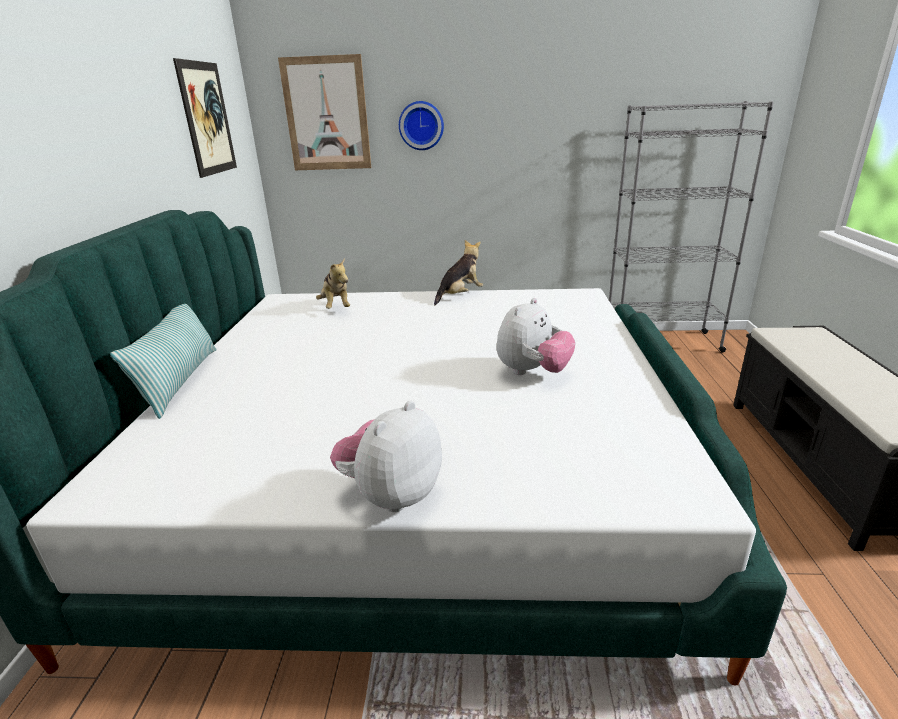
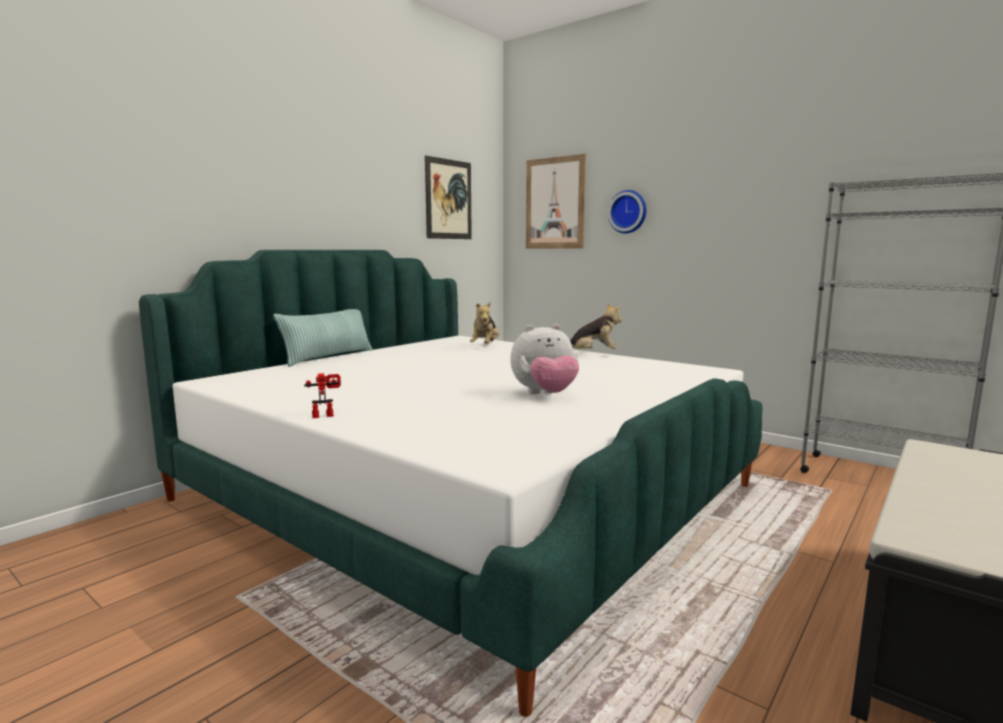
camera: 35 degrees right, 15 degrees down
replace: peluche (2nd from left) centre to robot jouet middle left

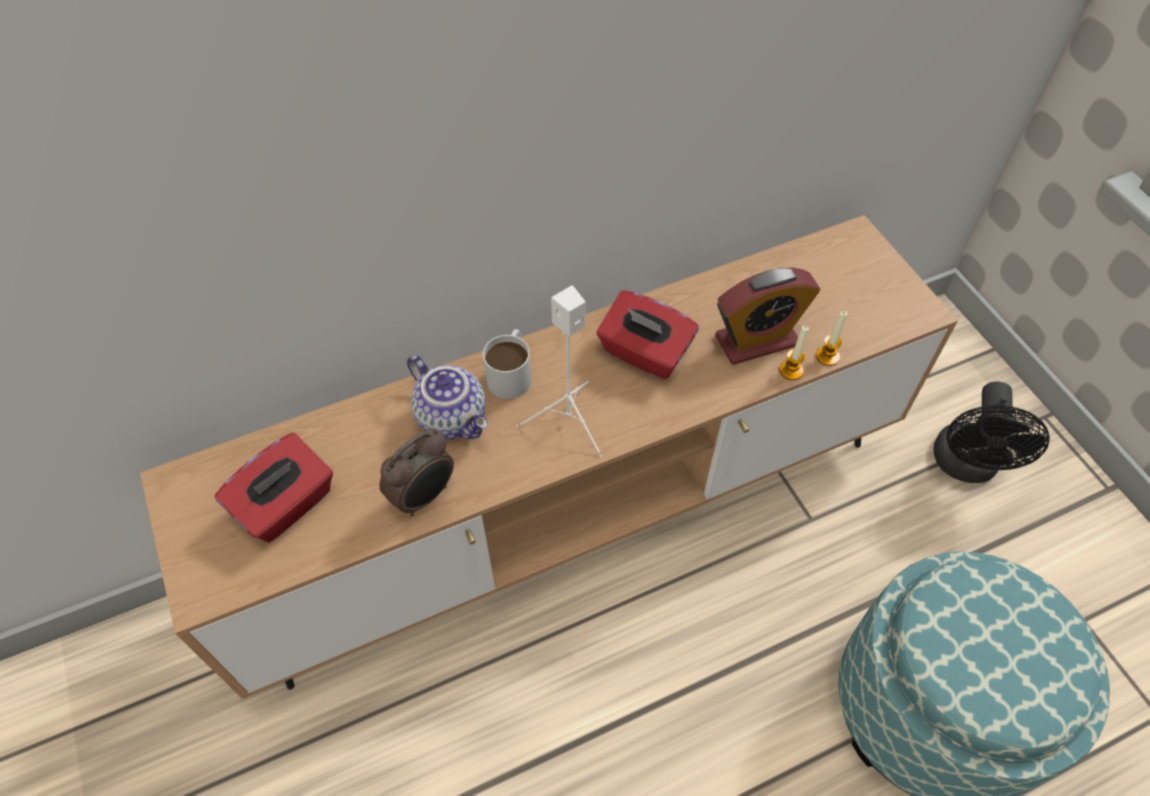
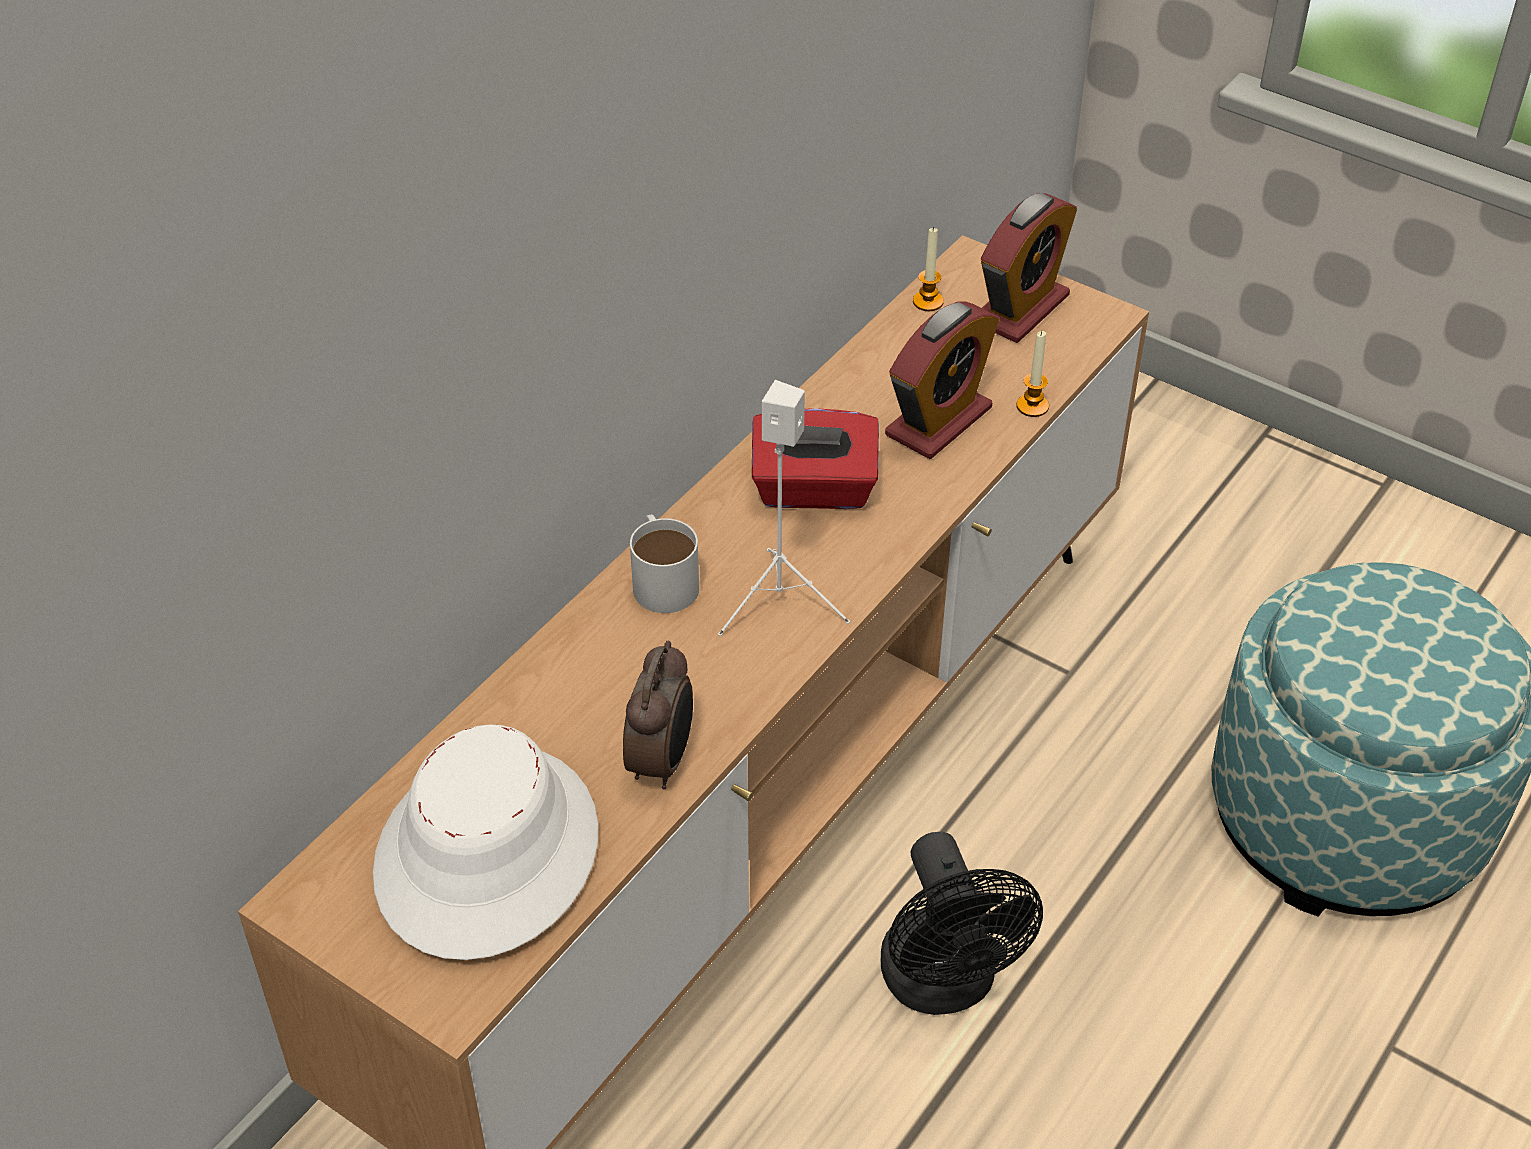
camera: 30 degrees left, 10 degrees down
delete: théière centre
insert: réveil (3rd from left) top right
move: bougie (1st from left) middle right to top centre; ventilateur/noir middle right to bottom centre
replace: boîte à mouchoirs/rouge (1st from left) middle left to chapeau/blanc bottom left

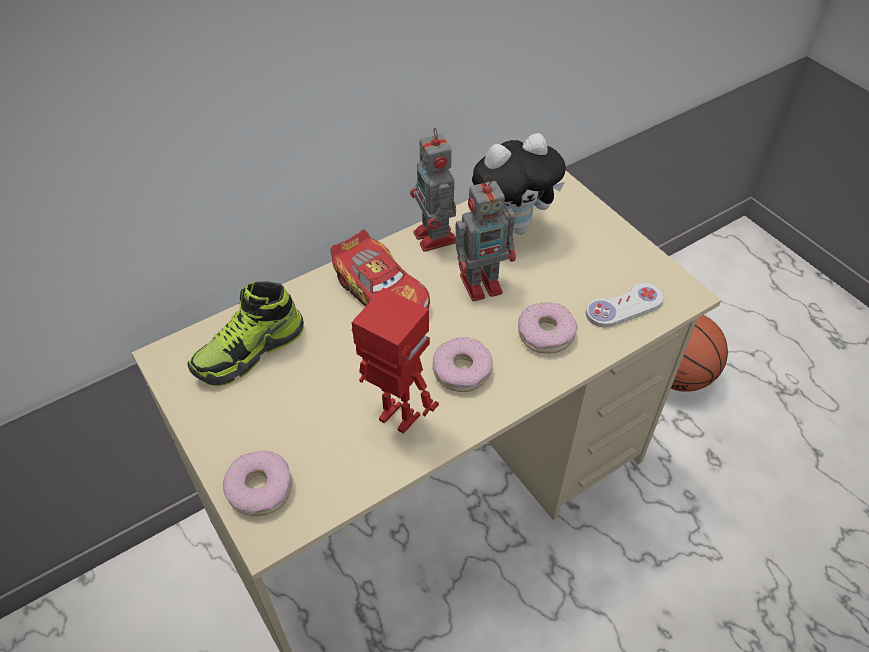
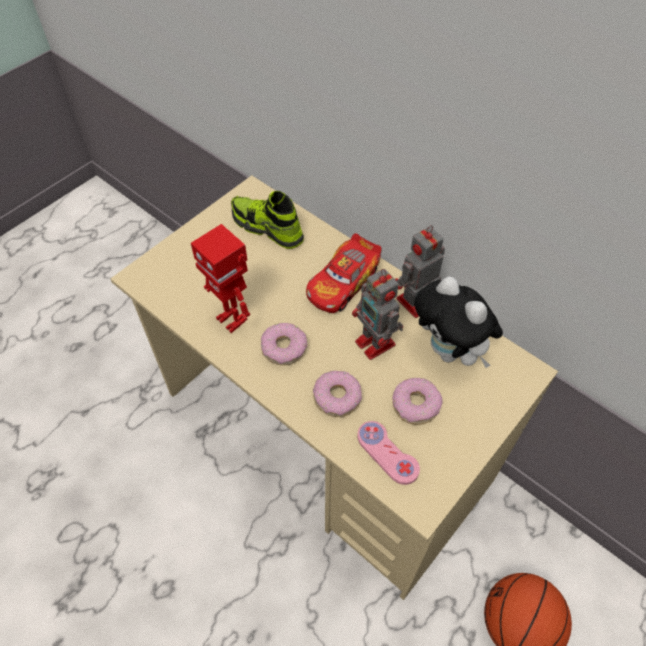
camera: 75 degrees right, 5 degrees up
move: beignet (1st from left in the first image) bottom left to beignet (3rd from left) centre
recolor: manette/blanc middle right to manette/rose bottom centre
rotate: robot jouet (1st from left) centre = centre 120 degrees clockwise

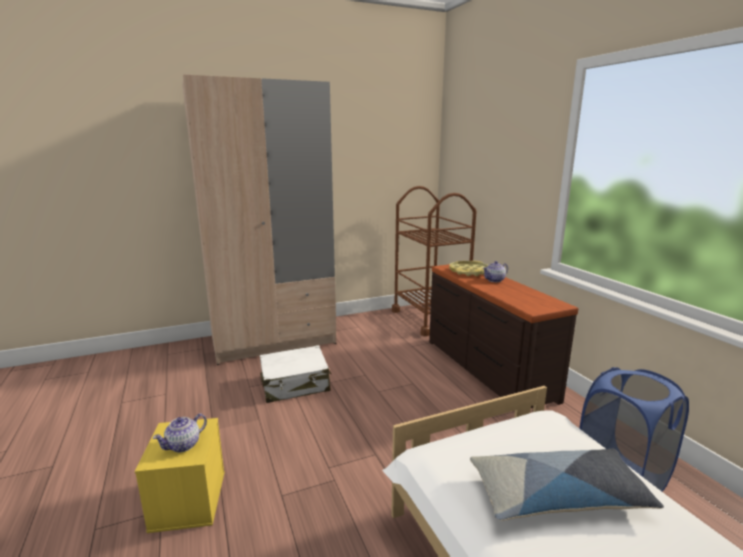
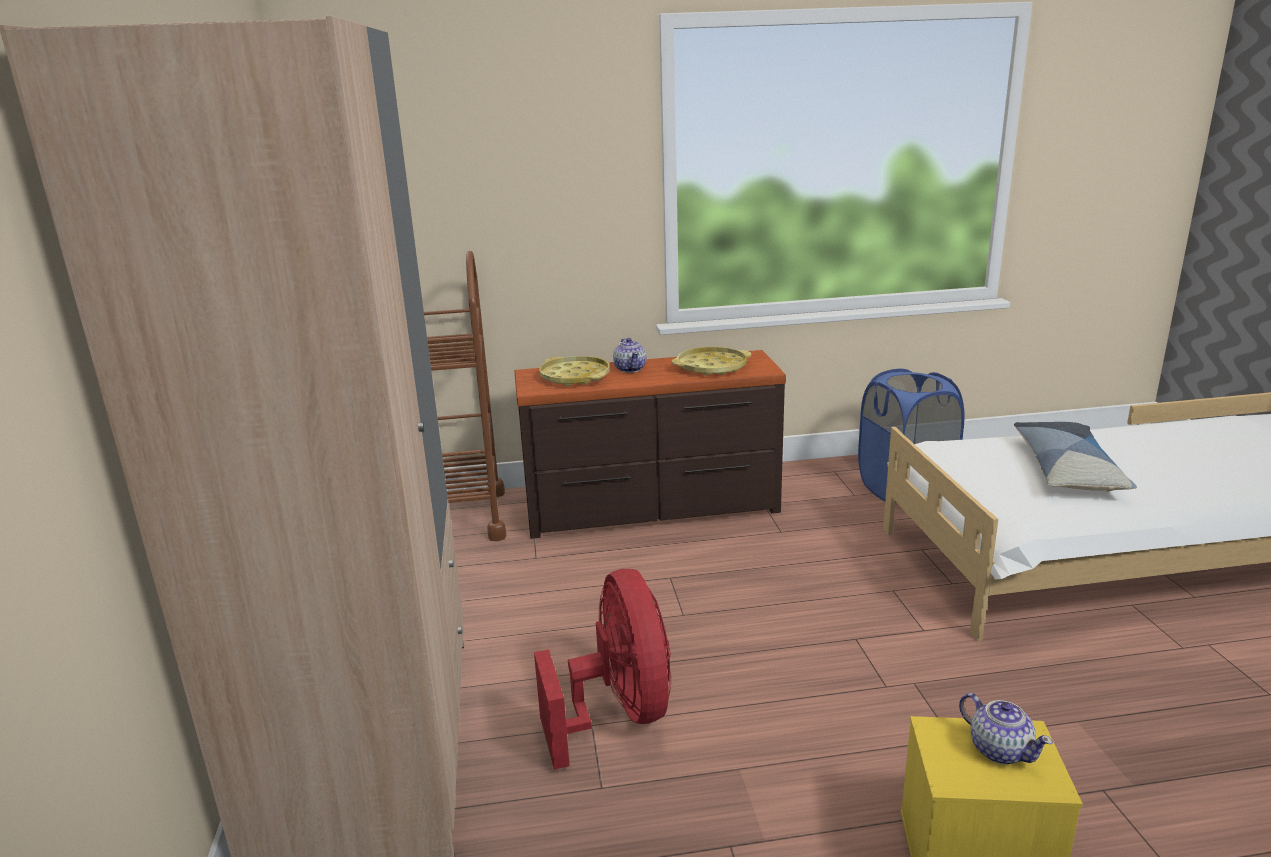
camera: 75 degrees left, 5 degrees up
insert: plateau/jaune (2nd from left) centre
replace: valise/blanc bottom centre to ventilateur/rouge bottom centre

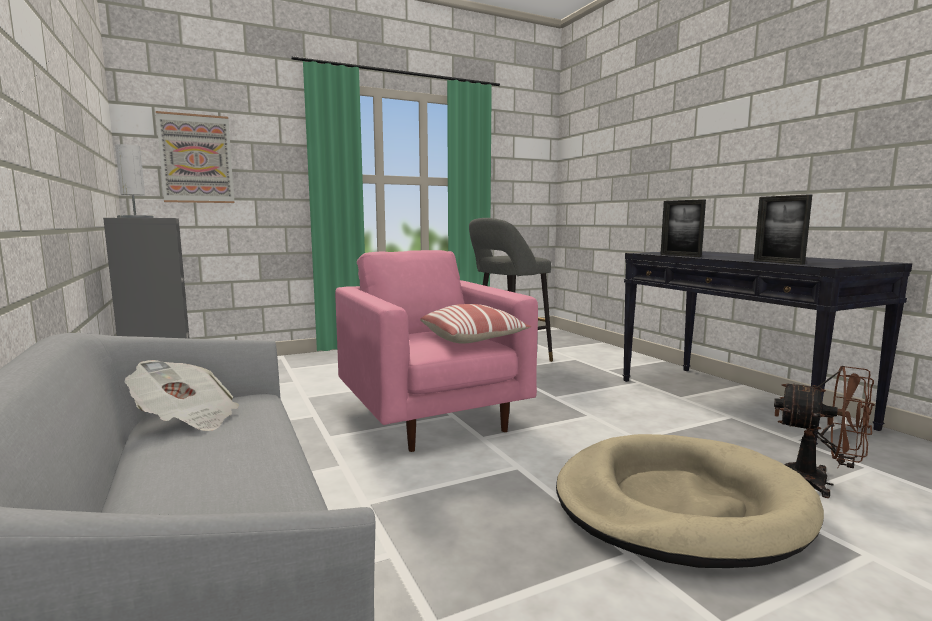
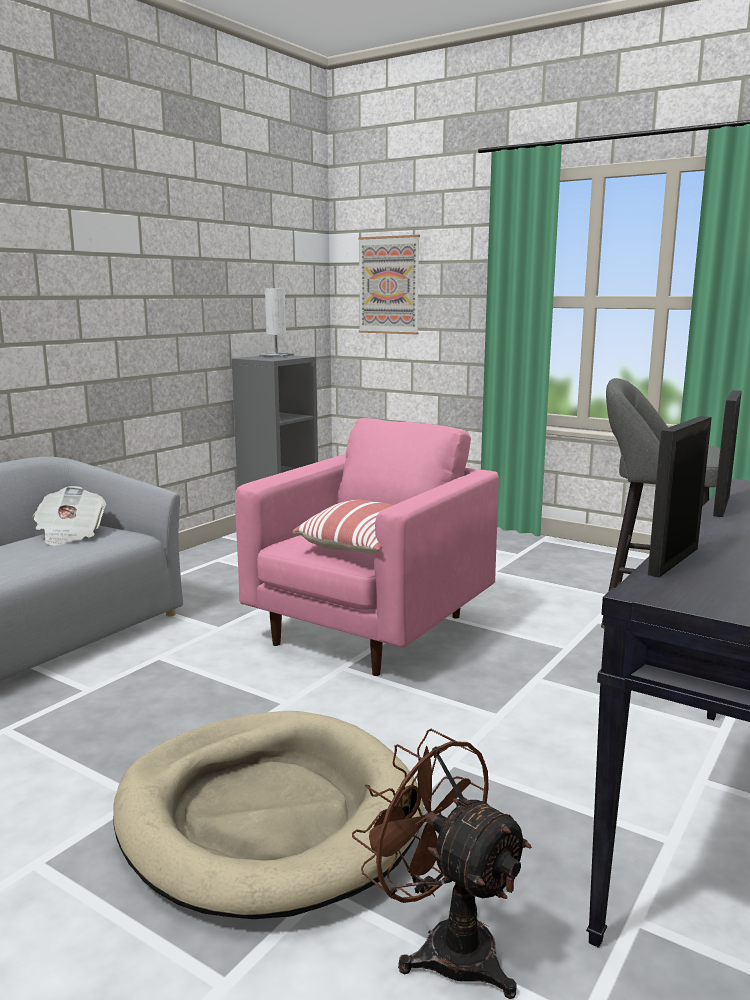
camera: 60 degrees right, 5 degrees up
rotate: ventilateur/marron bottom right = bottom centre 135 degrees clockwise

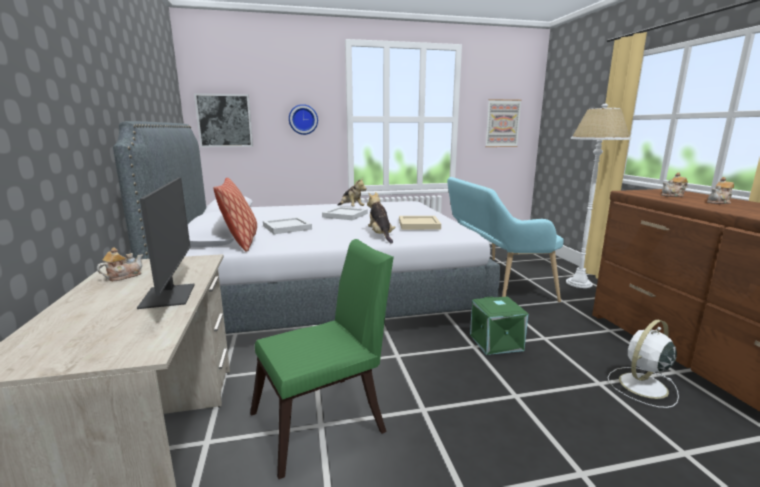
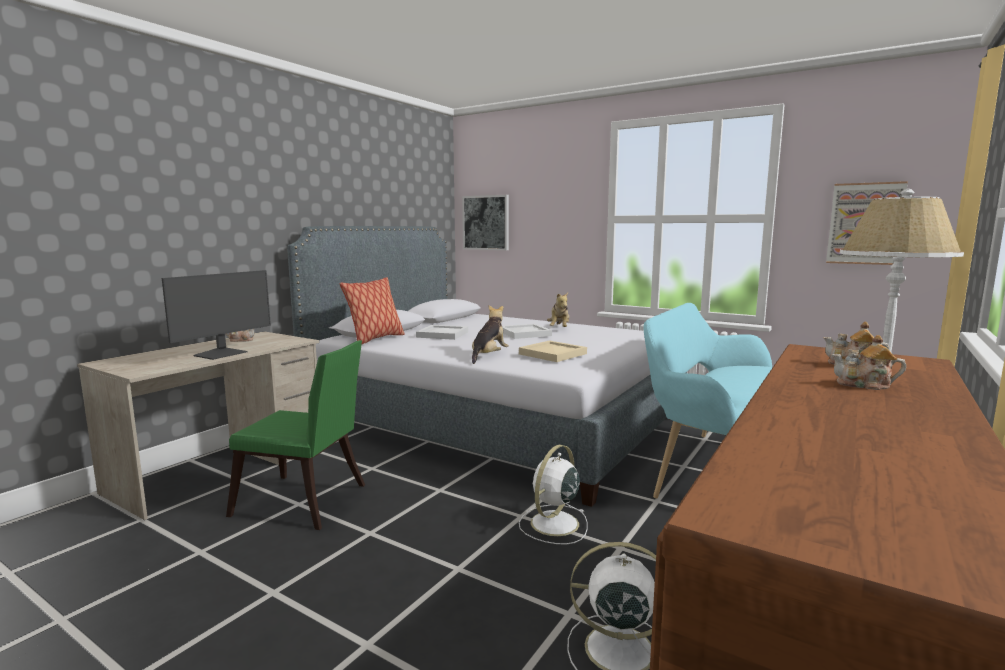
camera: 45 degrees right, 5 degrees down
delete: horloge murale top centre
replace: boîte de rangement/vert bottom centre to ventilateur/blanc (1st from left) bottom centre

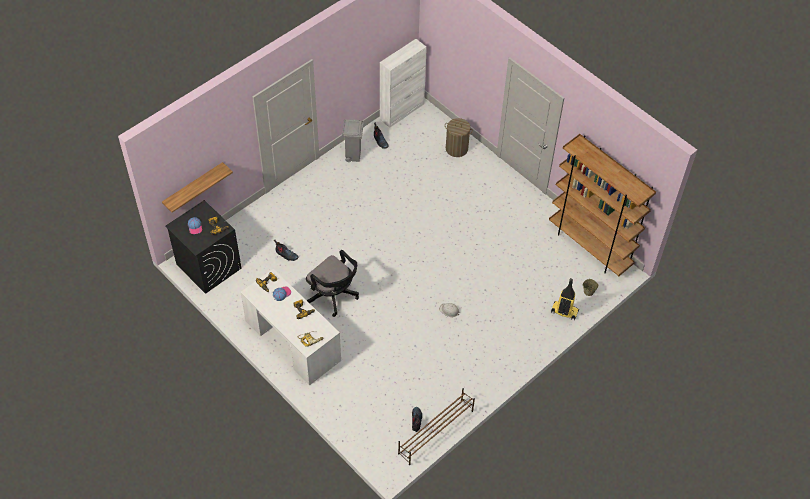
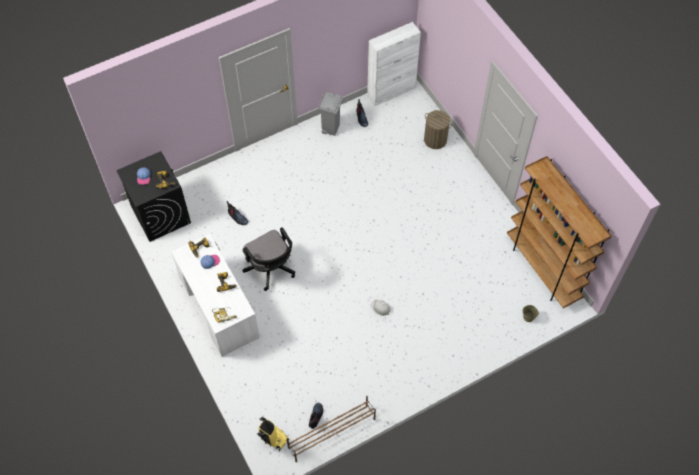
camera: 15 degrees right, 5 degrees up
delete: étagère middle left
move: aspirateur middle right to bottom centre

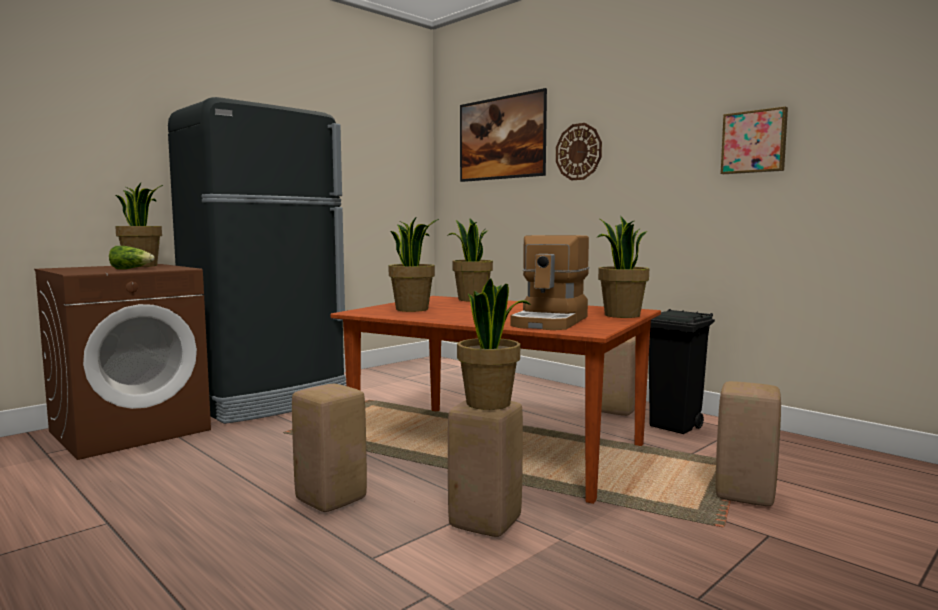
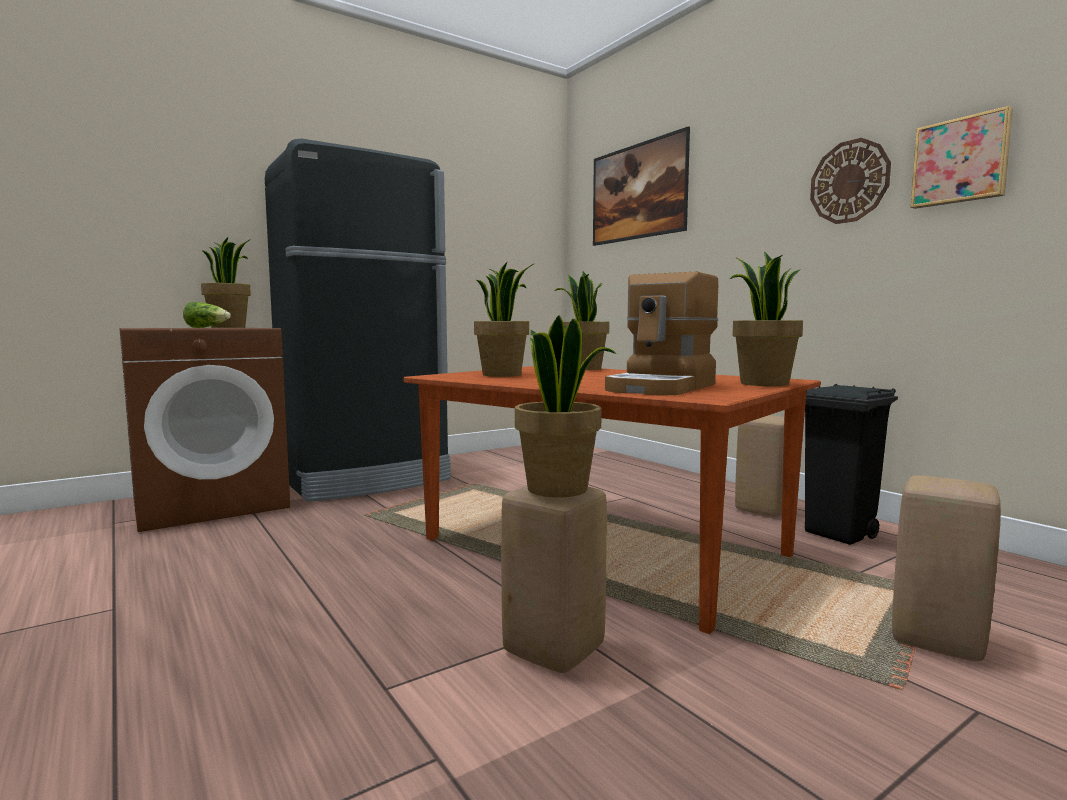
camera: 10 degrees right, 0 degrees up
delete: tabouret/beige (1st from left) bottom centre
move: horloge murale top centre to top right

